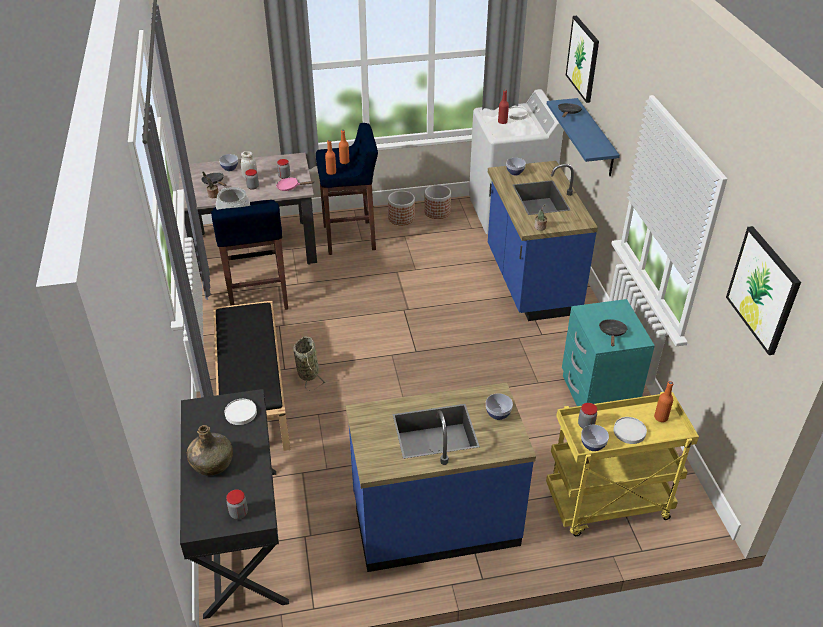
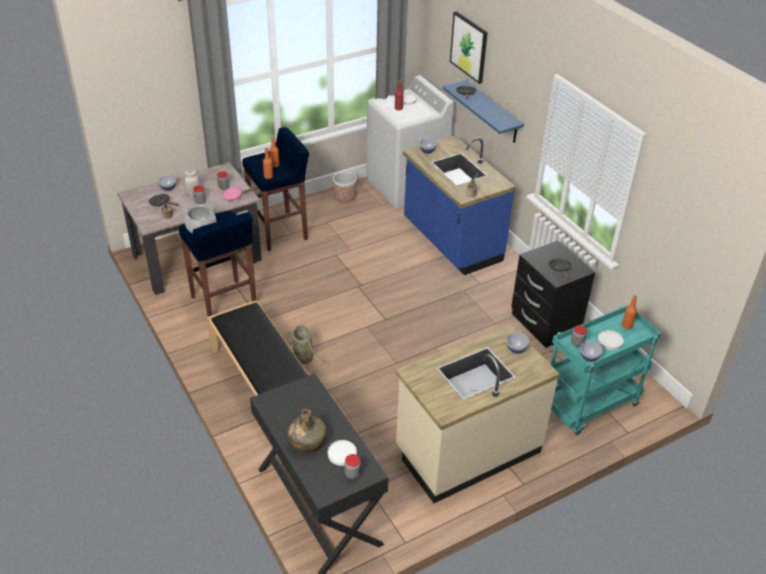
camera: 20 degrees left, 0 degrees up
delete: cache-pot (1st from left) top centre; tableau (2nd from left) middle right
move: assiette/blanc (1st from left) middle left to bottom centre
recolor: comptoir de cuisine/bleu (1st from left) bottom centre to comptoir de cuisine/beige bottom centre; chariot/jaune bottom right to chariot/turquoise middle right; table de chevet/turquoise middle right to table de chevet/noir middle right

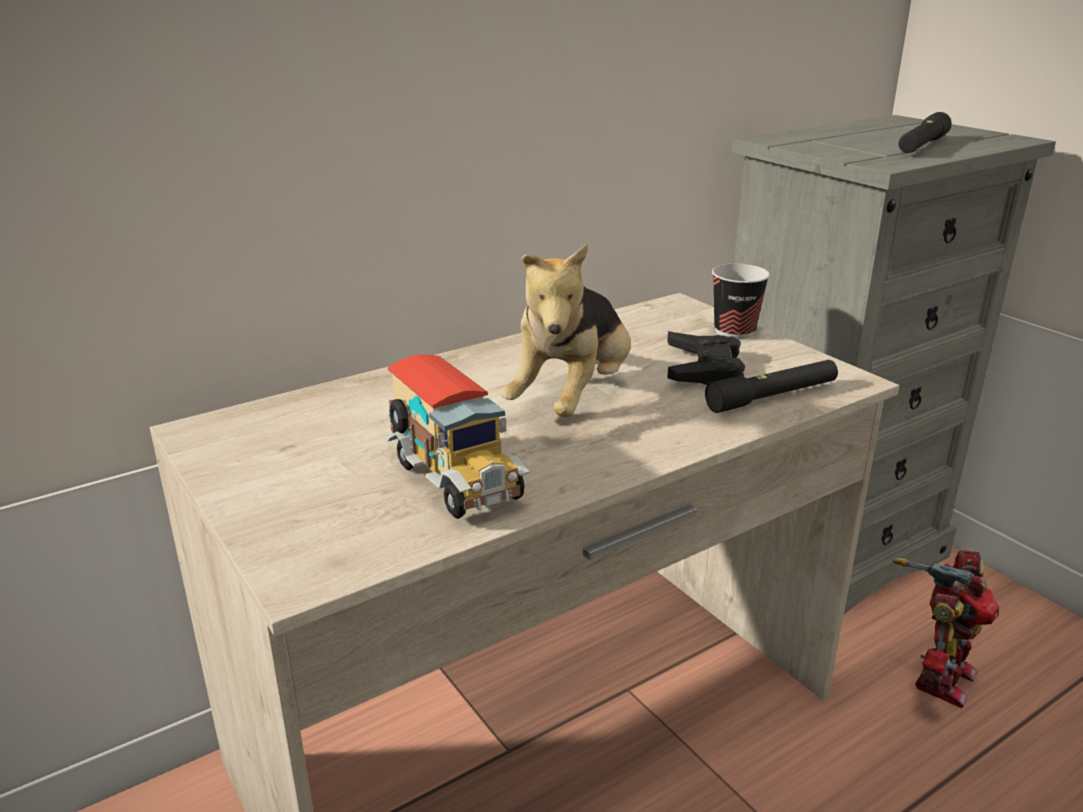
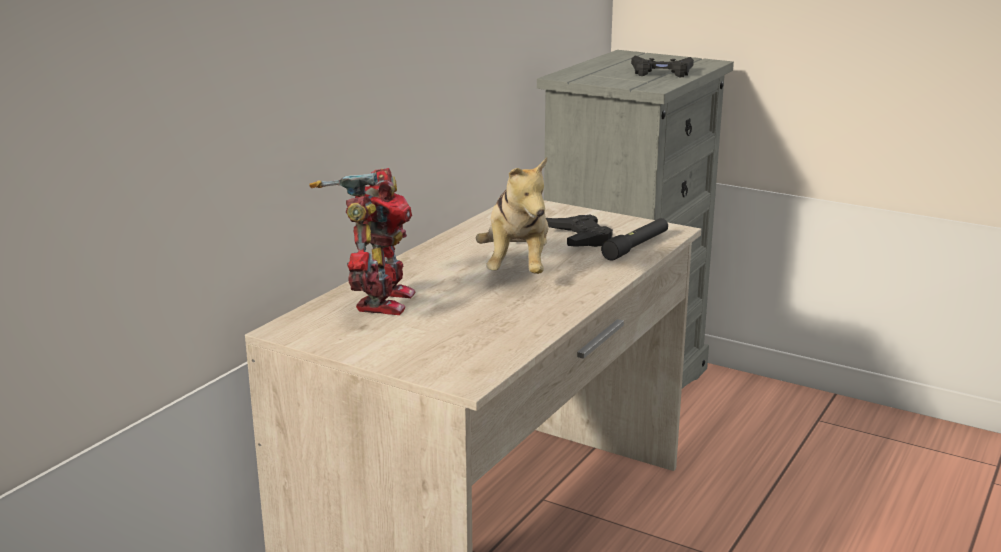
camera: 25 degrees left, 5 degrees down
delete: camion jouet centre; tasse middle right
move: robot jouet bottom right to centre
replace: lampe de poche/noir (2nd from left) top right to manette/noir (2nd from left) top centre

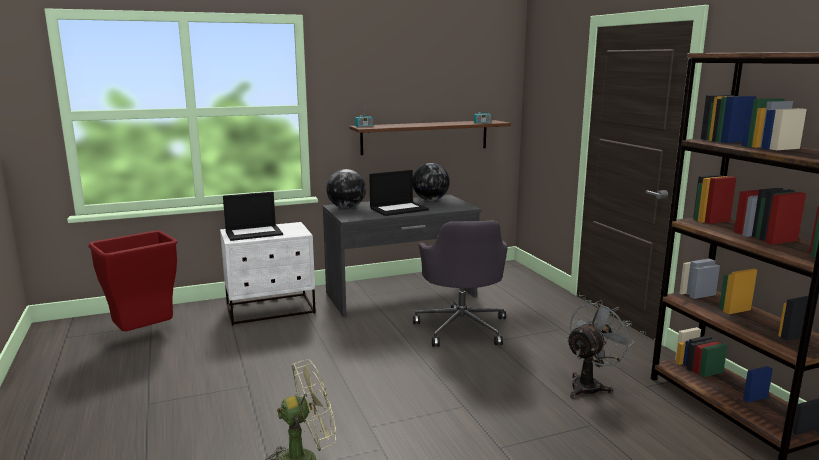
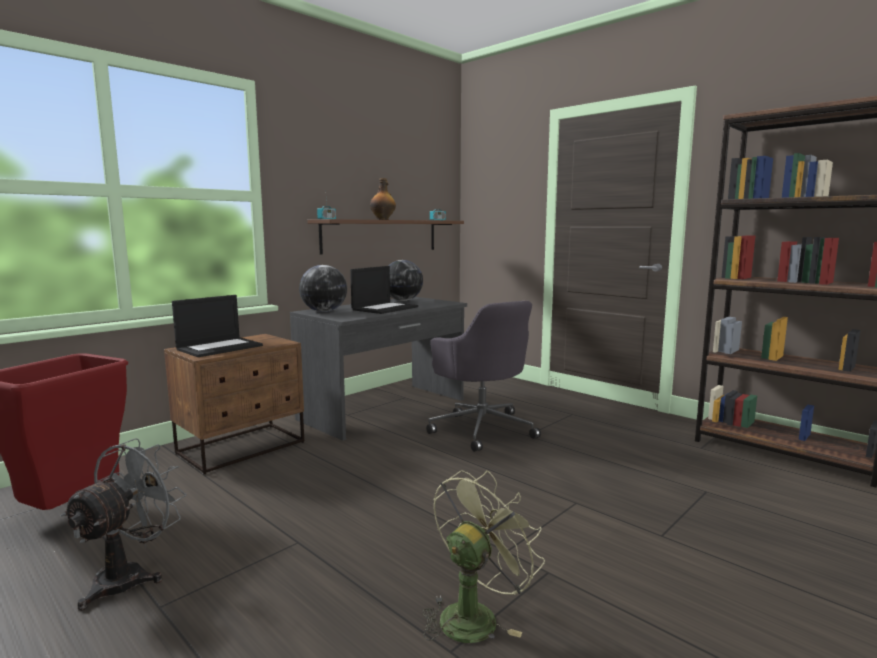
camera: 25 degrees left, 5 degrees down
insert: bouteille top centre
move: ventilateur/gris bottom right to bottom left
recolor: table de chevet/blanc middle left to table de chevet/marron middle left

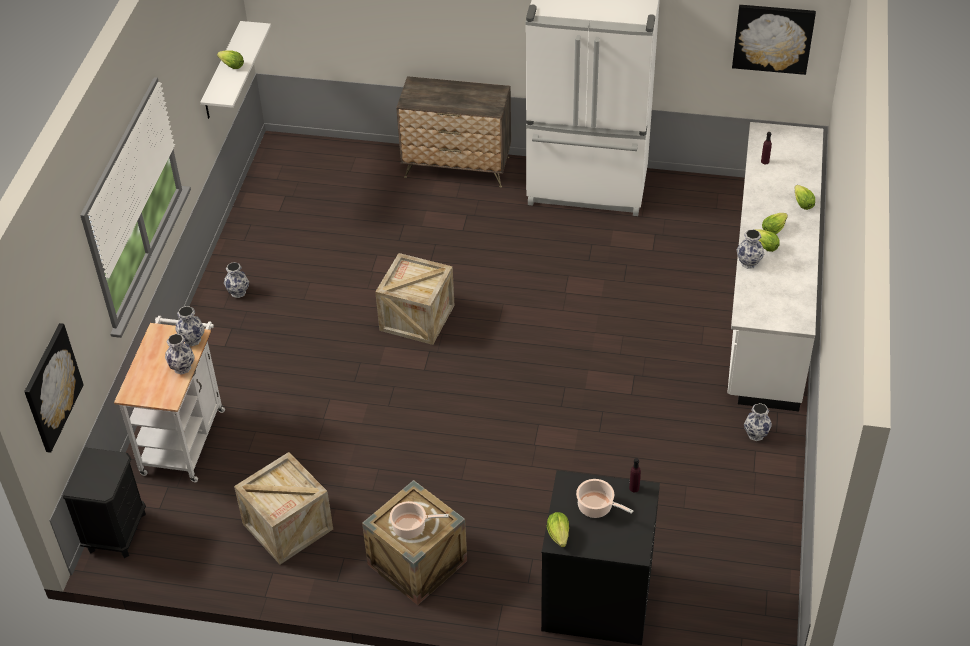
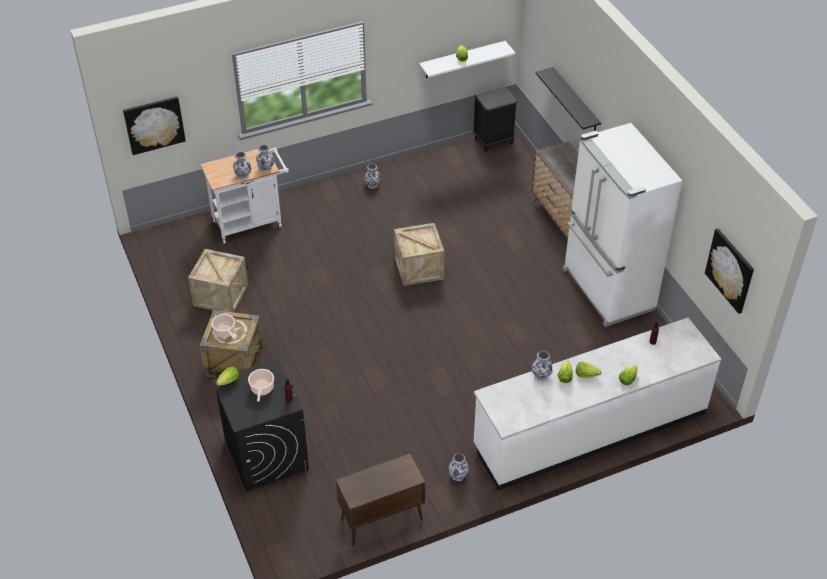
camera: 55 degrees right, 0 degrees up
insert: meuble de rangement/marron bottom centre; étagère/noir top right
move: table de chevet/noir bottom left to top centre

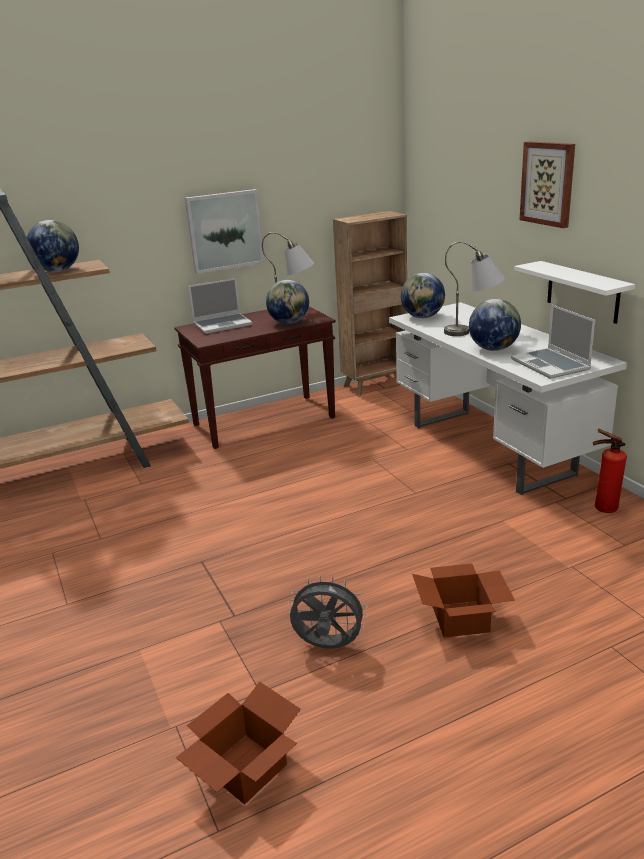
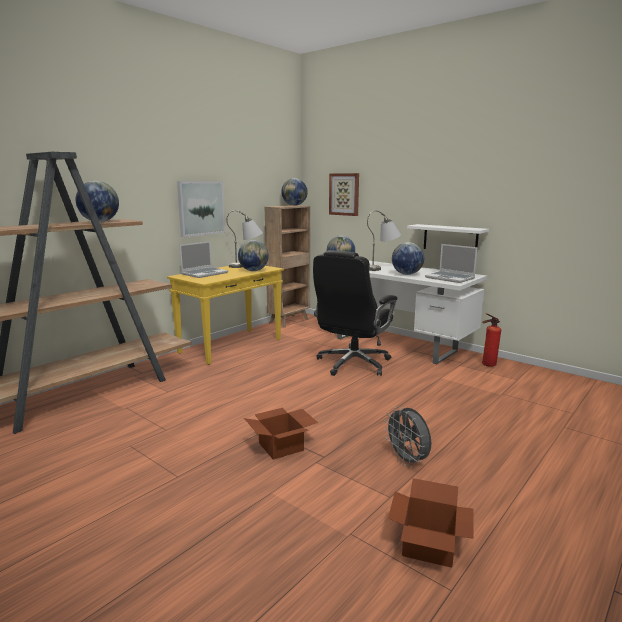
camera: 25 degrees left, 10 degrees down
insert: globe (3rd from left) top centre; chaise de bureau/noir centre
move: carton (2nd from left in the first image) bottom right to carton (1st from left) bottom centre; tableau (2nd from left) top right to top centre
recolor: table console/marron centre to table console/jaune centre
rotate: ventilateur/gris bottom centre = bottom centre 105 degrees counterclockwise

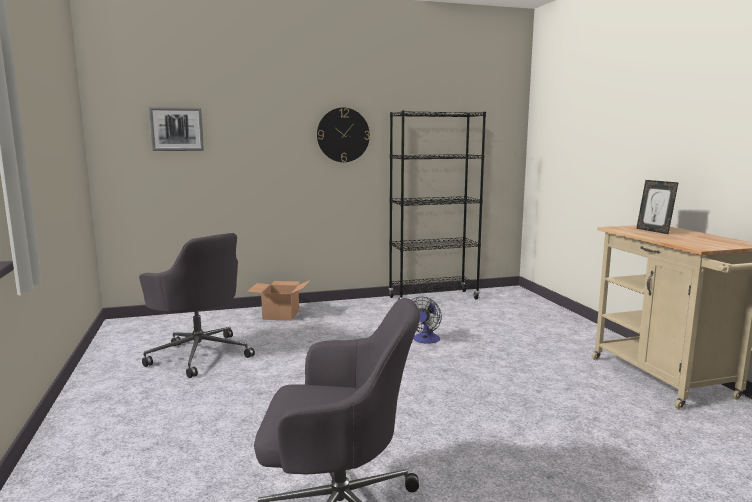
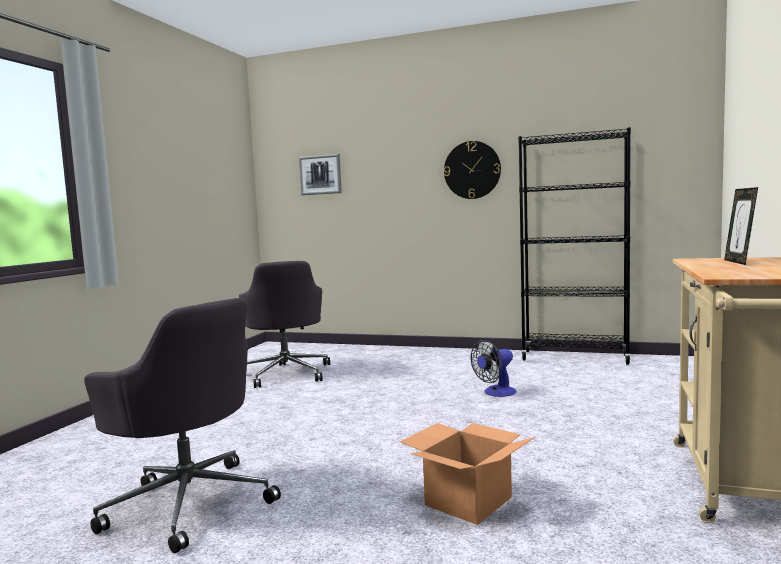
camera: 35 degrees right, 5 degrees down
move: carton centre to bottom centre

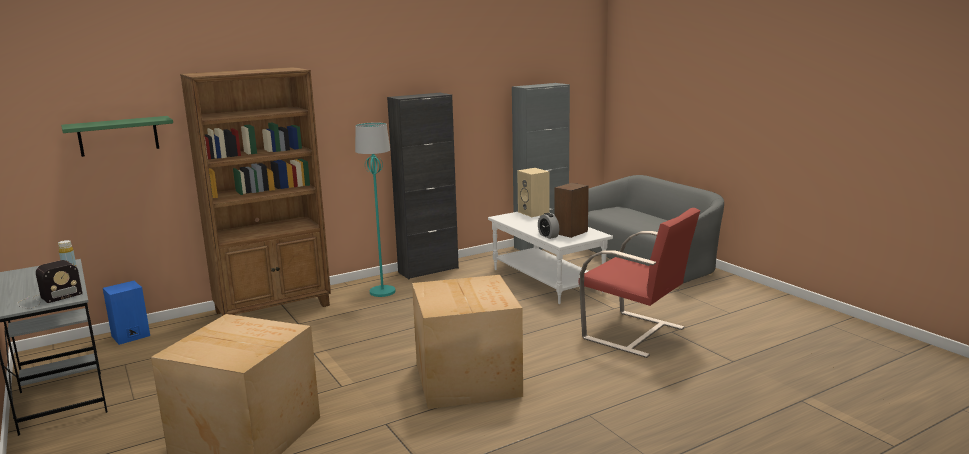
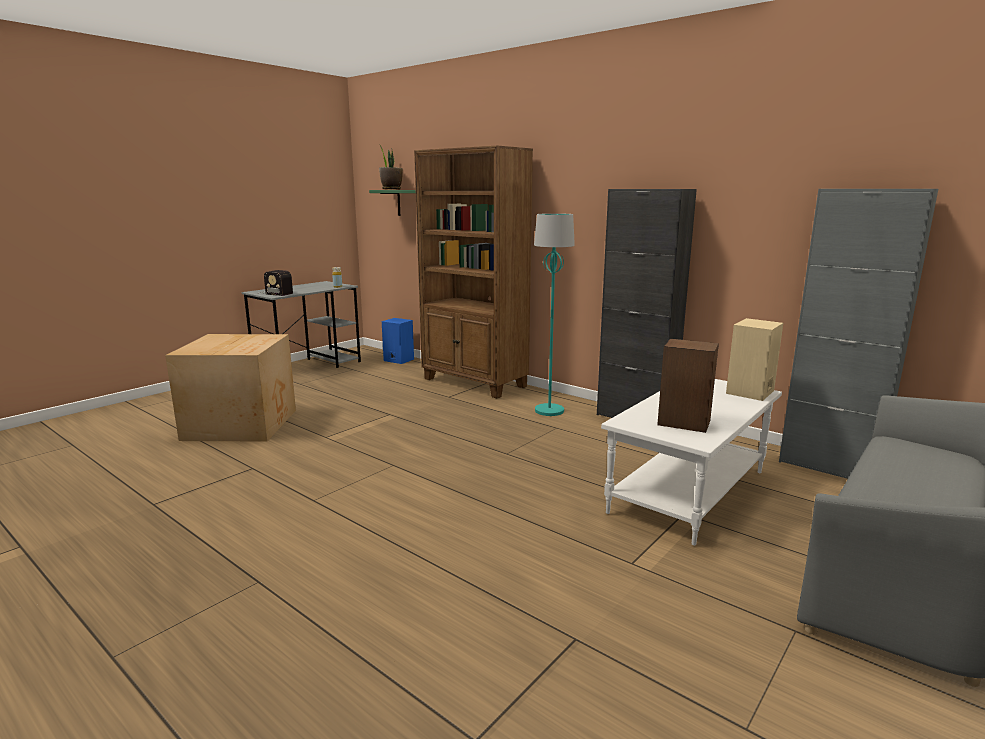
camera: 70 degrees right, 0 degrees up
delete: carton (2nd from left) bottom centre; réveil centre; fauteuil/rouge centre
insert: plante en pot top centre

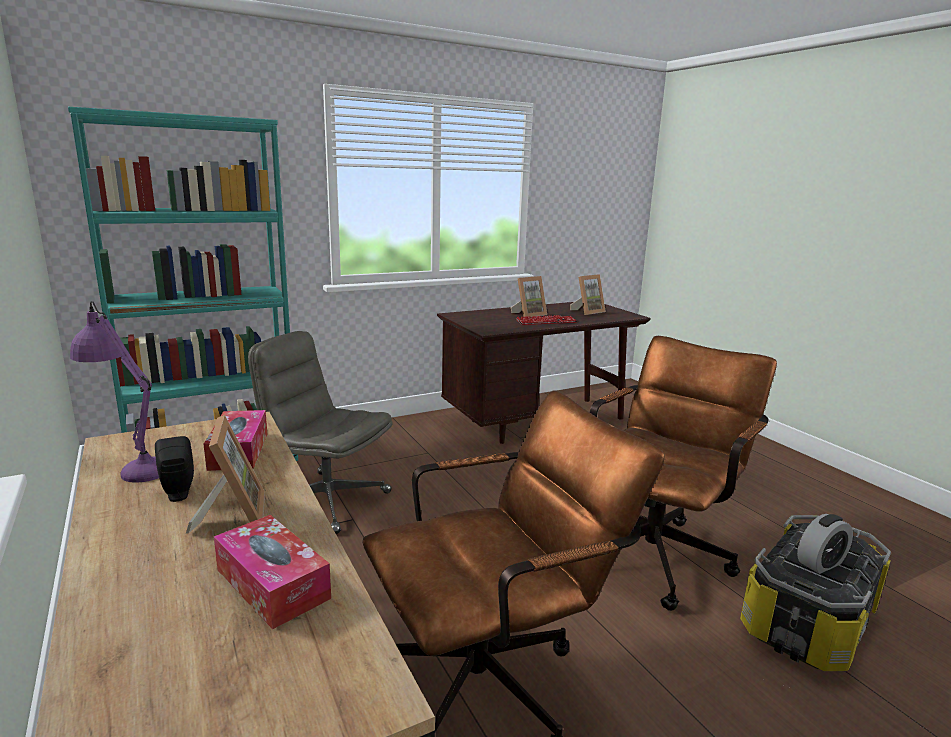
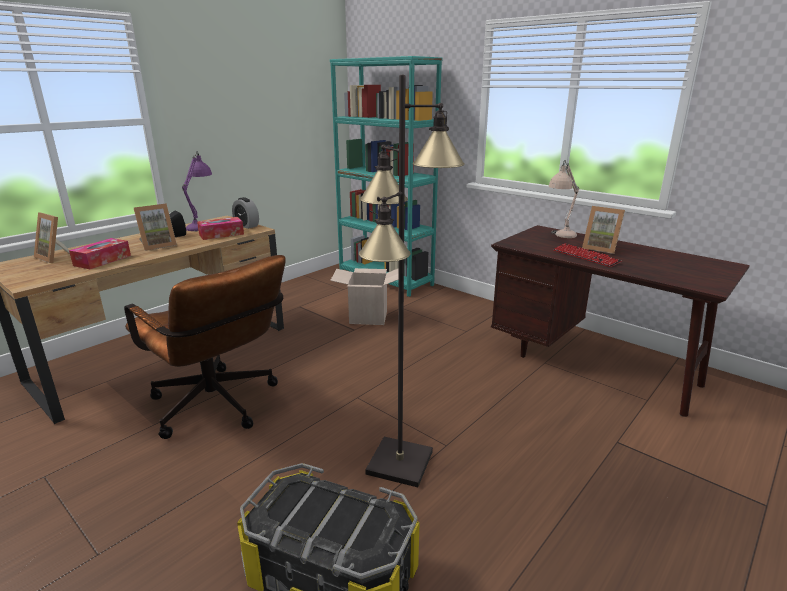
camera: 70 degrees right, 5 degrees up
insert: lampe de table/beige middle right
move: cadre photo (3rd from left in the first image) centre to cadre photo (1st from left) middle left; réveil bottom right to middle left
replace: chaise de bureau/gris centre to carton centre; chaise de bureau/marron (2nd from left) middle right to lampadaire/noir centre

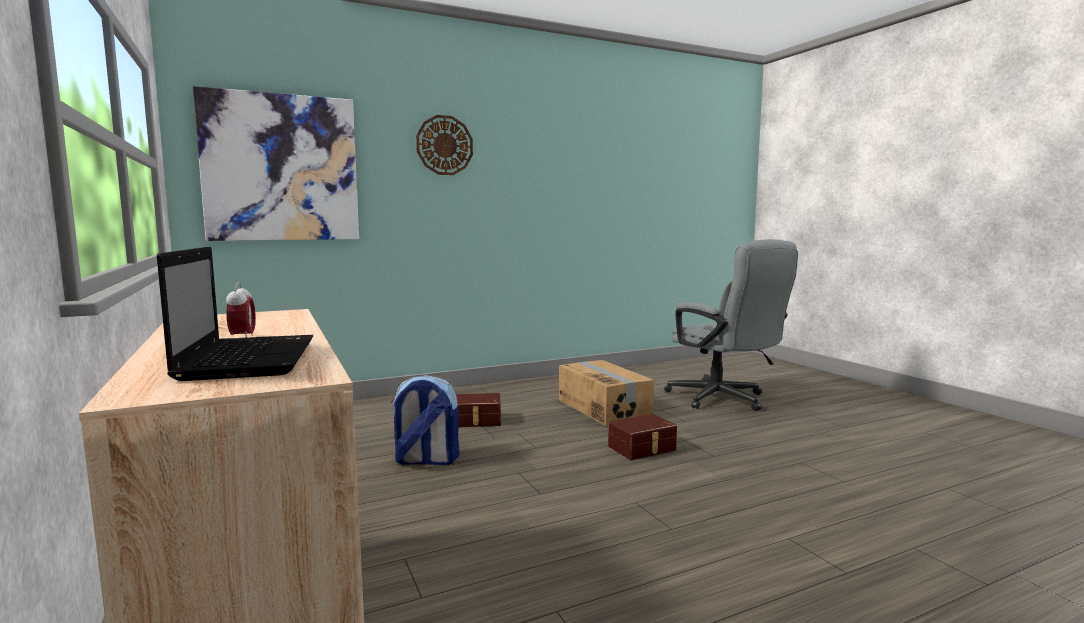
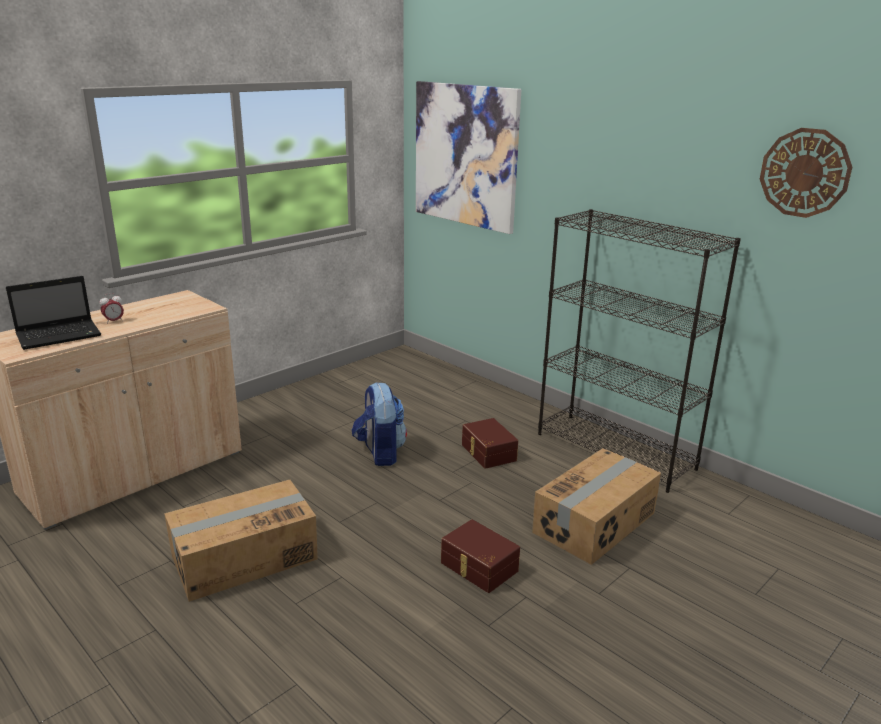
camera: 70 degrees right, 15 degrees up
delete: chaise de bureau/gris middle right
insert: carton (1st from left) bottom left; bibliothèque/noir middle right
move: horloge murale top centre to top right

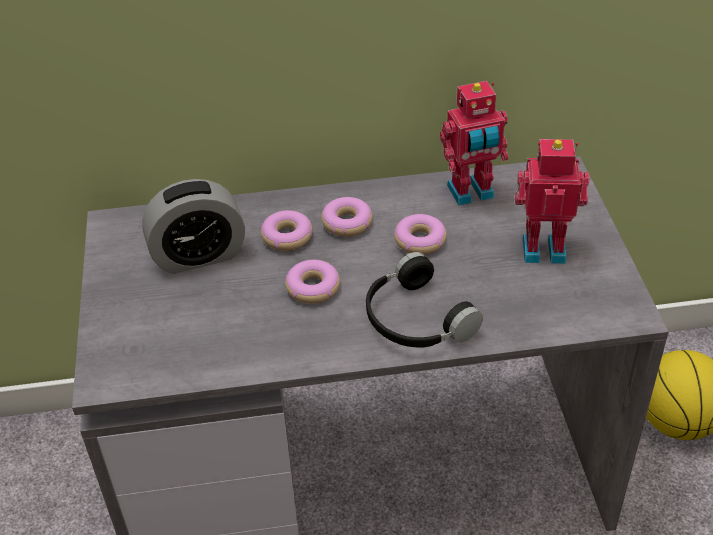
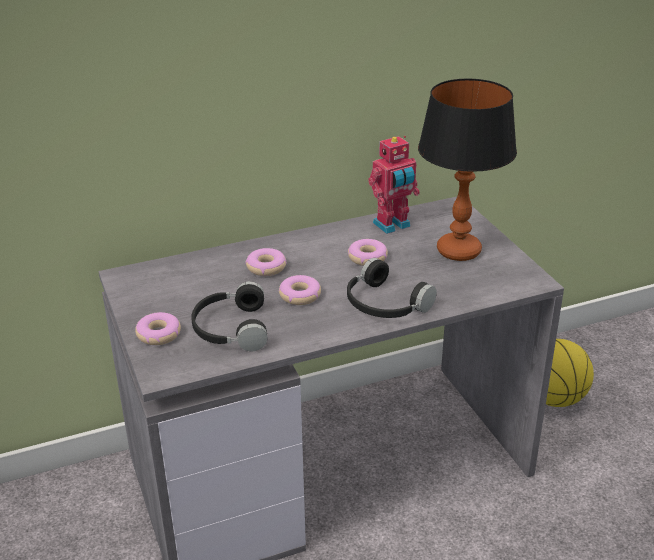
camera: 15 degrees left, 10 degrees down
delete: réveil middle left
insert: casque audio/noir (1st from left) centre
move: beignet (3rd from left in the first image) centre to beignet (1st from left) middle left
replace: robot jouet (2nd from left) middle right to lampe de table top right

